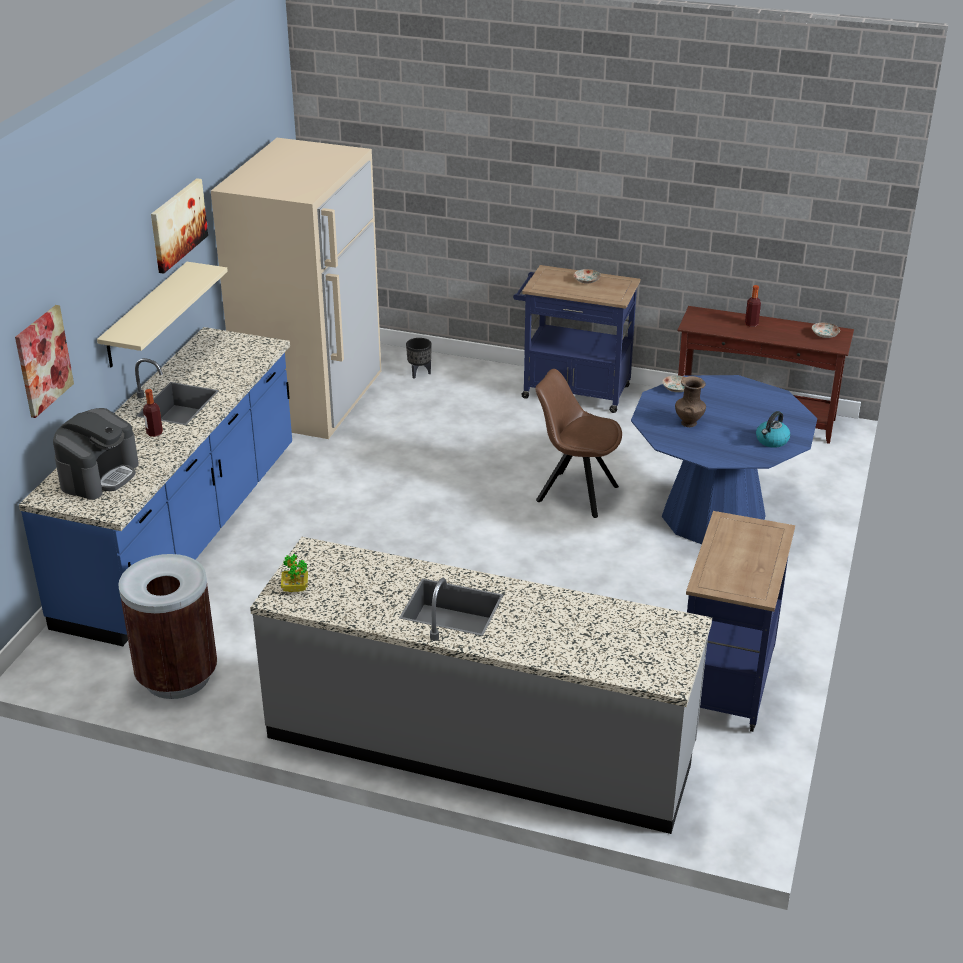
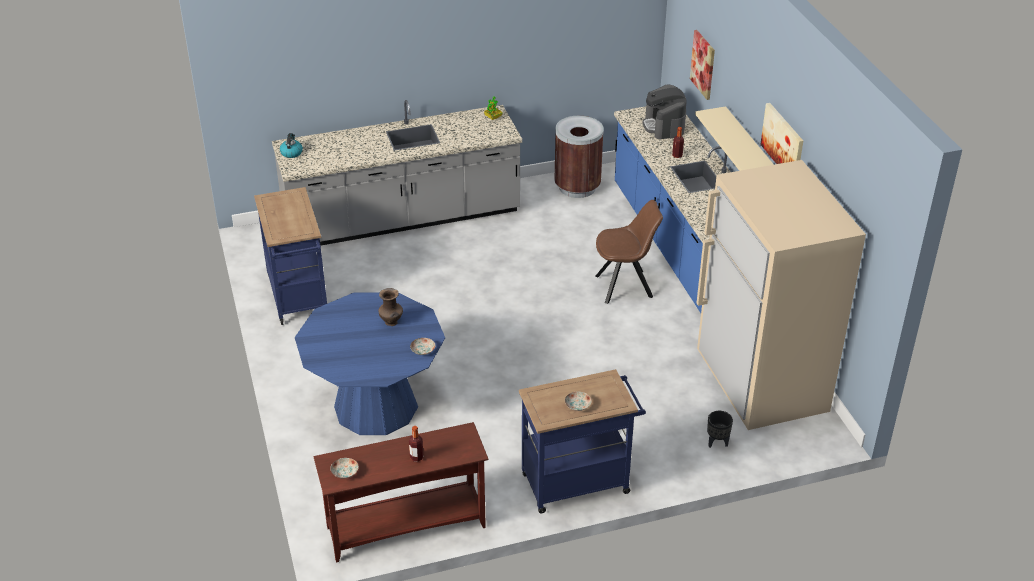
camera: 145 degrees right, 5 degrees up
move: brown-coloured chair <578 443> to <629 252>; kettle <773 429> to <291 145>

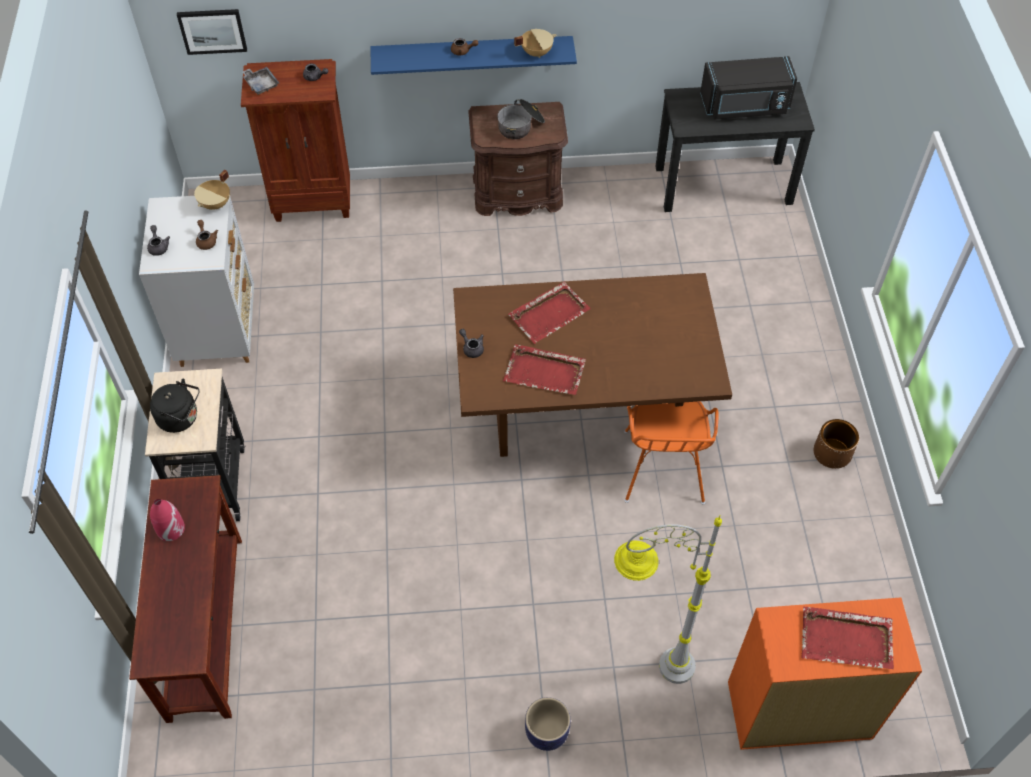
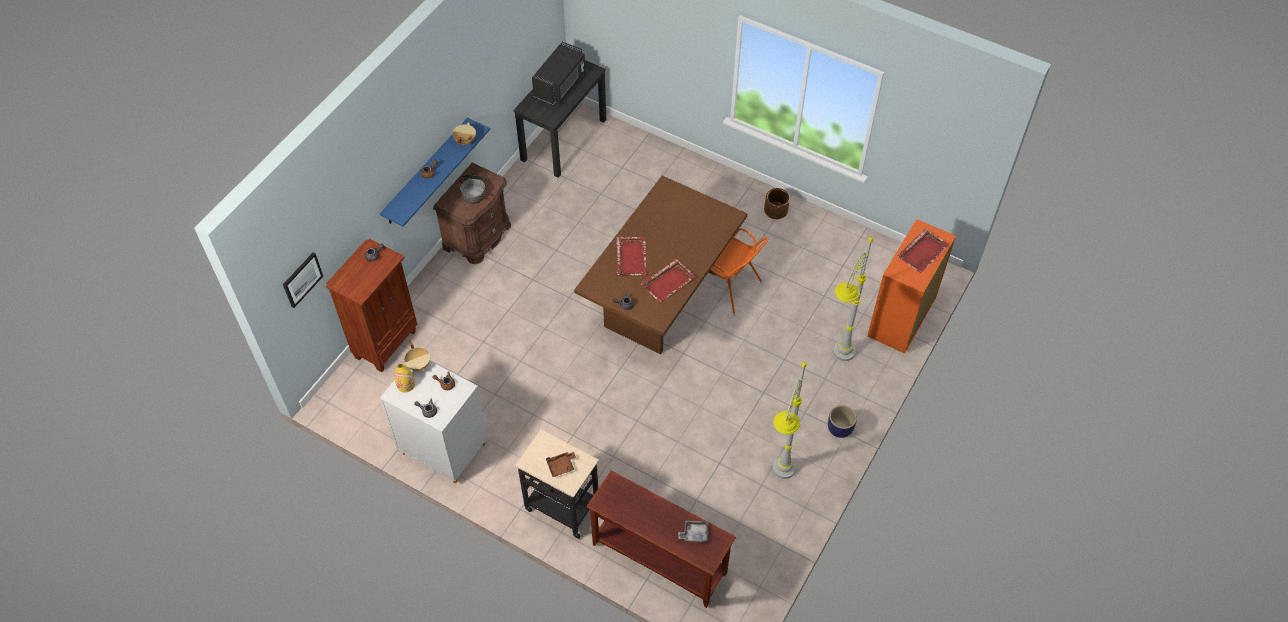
camera: 55 degrees left, 0 degrees up
delete: reddish decorative vase <167 520>
insert: yellow decorative vase <404 378>; gray standard lamp <790 420>
move: gray carrying tray <260 81> to <693 531>
replace: black kettle <175 406> to brown-coloured carrying tray <561 464>

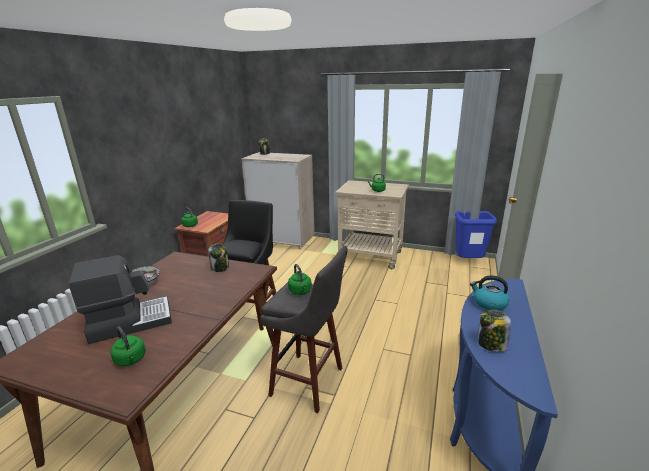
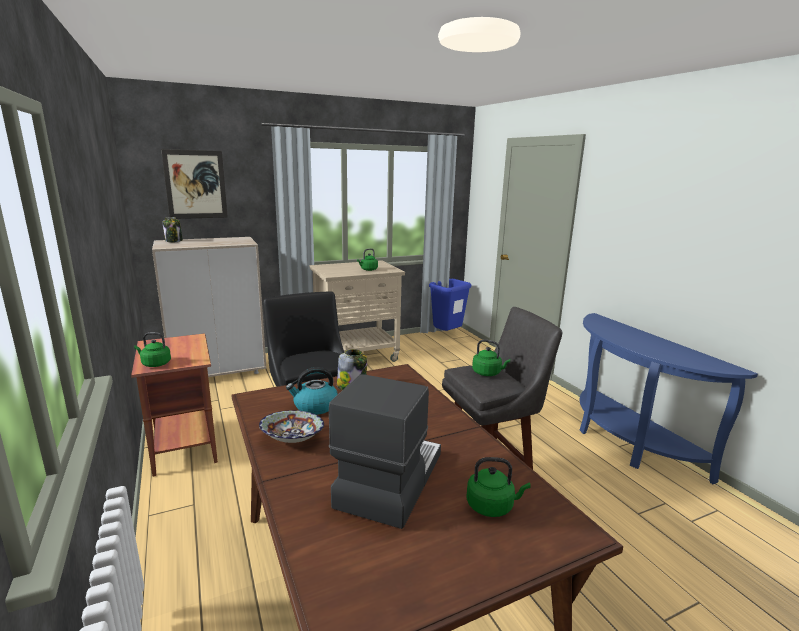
camera: 45 degrees left, 5 degrees down
delete: preserve jar <494 330>
insert: picture <194 184>
move: kettle <490 293> to <312 391>

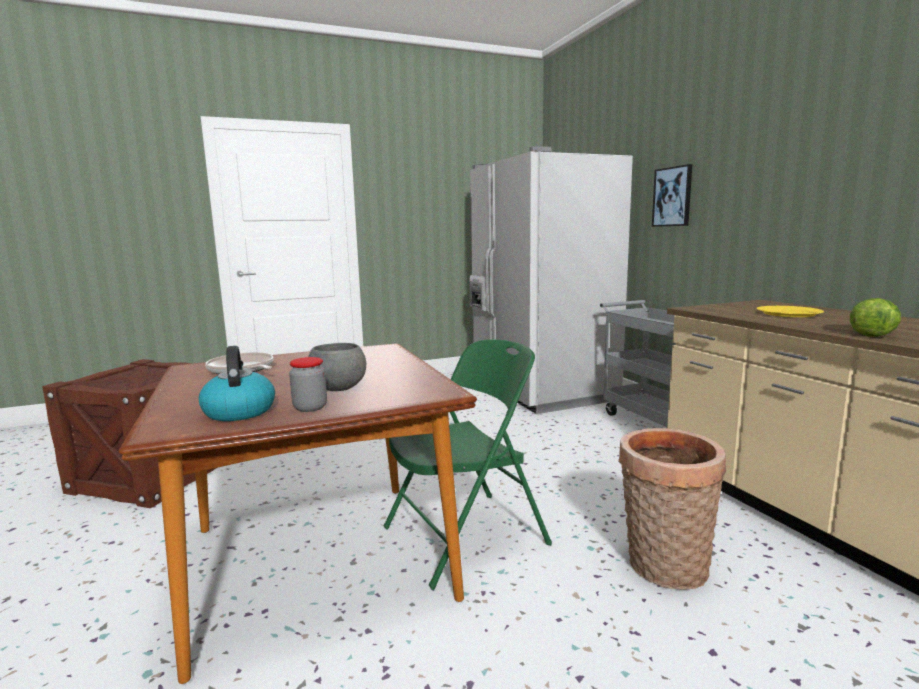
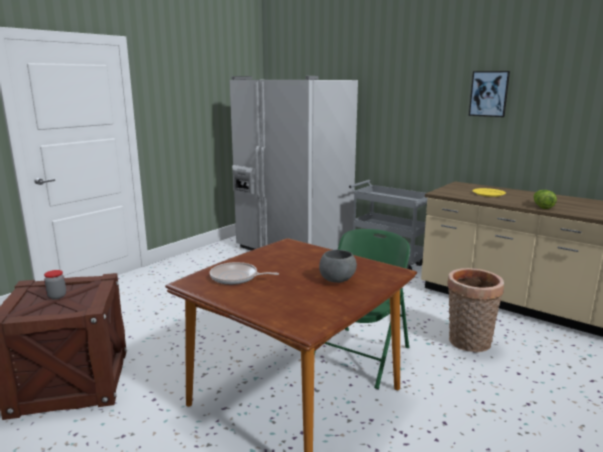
camera: 30 degrees left, 5 degrees up
delete: kettle <237 383>
move: preserve jar <308 384> to <55 284>; picture <672 195> to <489 94>

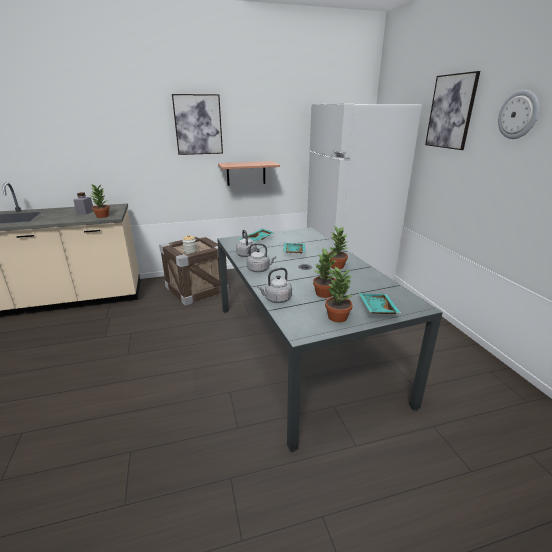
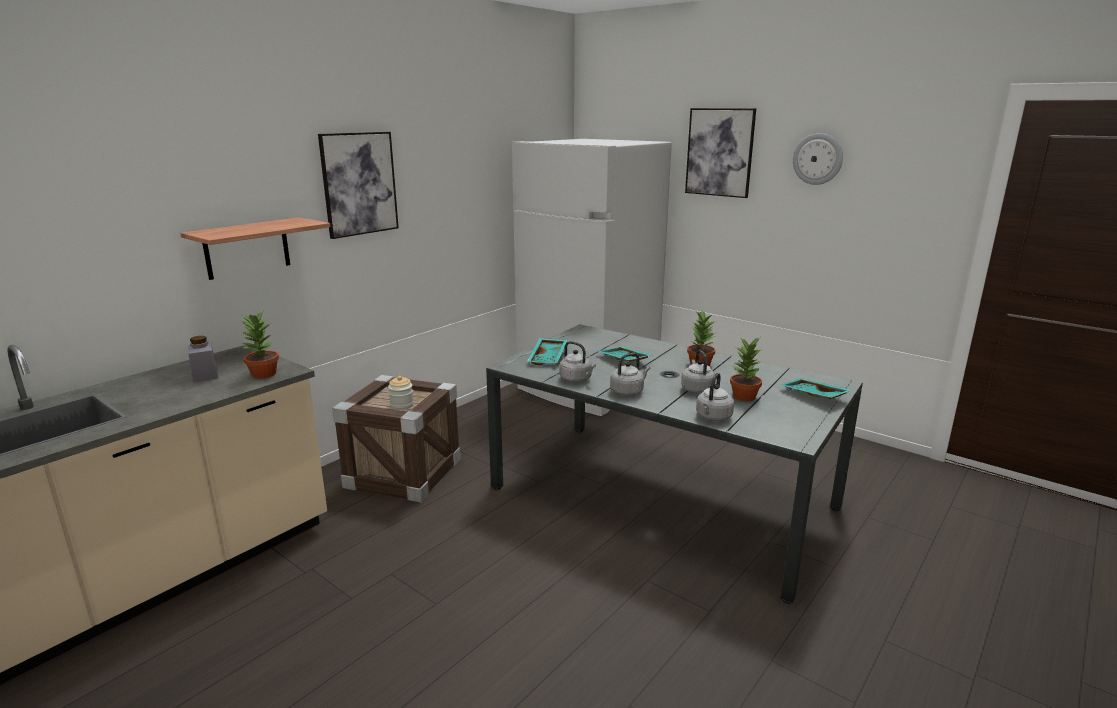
camera: 35 degrees left, 5 degrees down
delete: potted plant <339 294>
insert: gray kettle <698 372>
move: shelf <249 173> to <255 248>

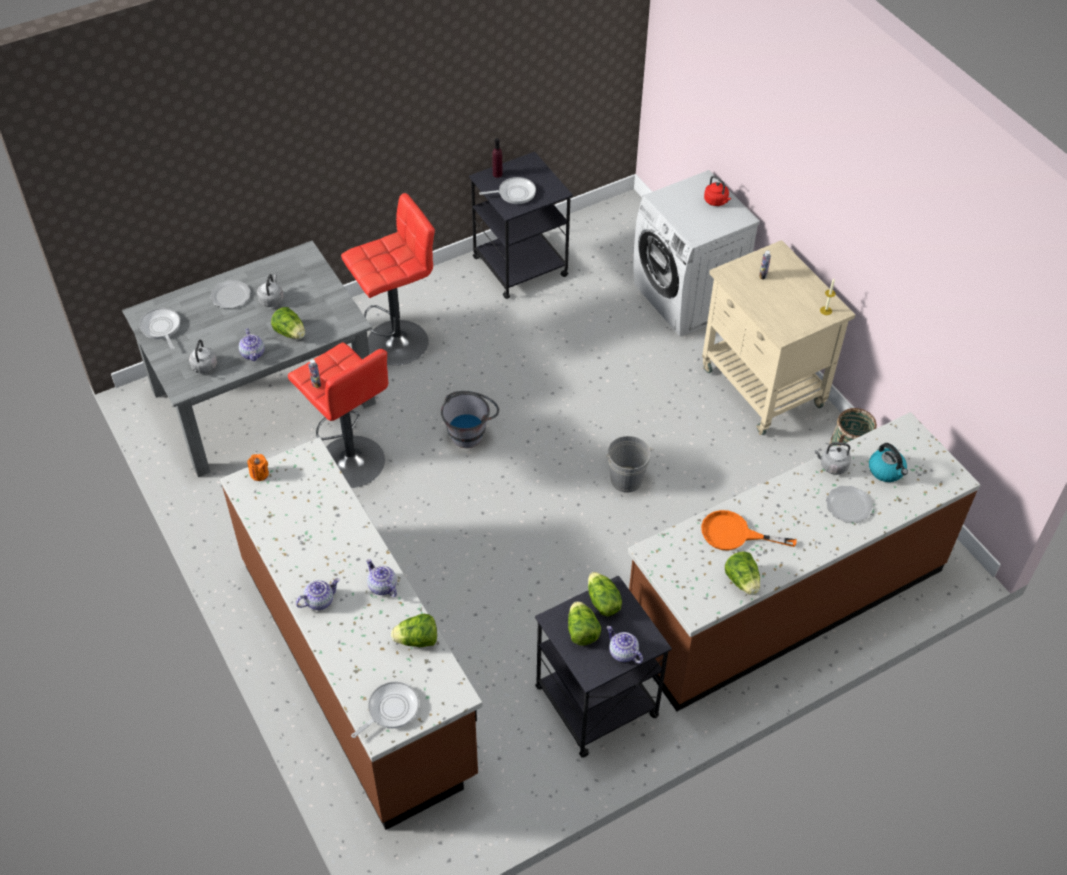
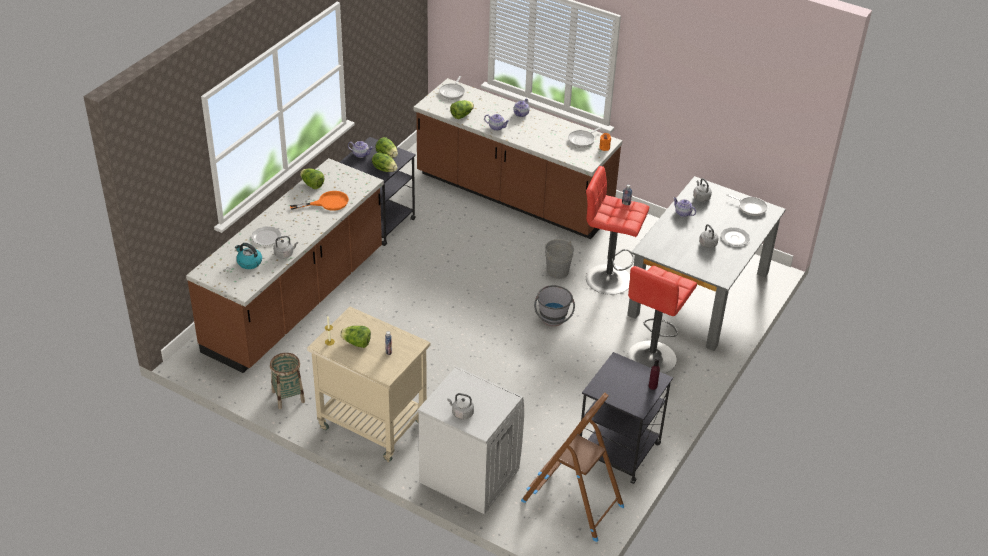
camera: 150 degrees right, 10 degrees down
insert: brown-coloured stepladder <572 467>
move: head of lettuce <288 323> to <355 337>; skillet <507 190> to <585 137>; gray water bucket <630 464> to <559 259>
recolor: reddish kettle <717 191> to gray kettle <460 406>

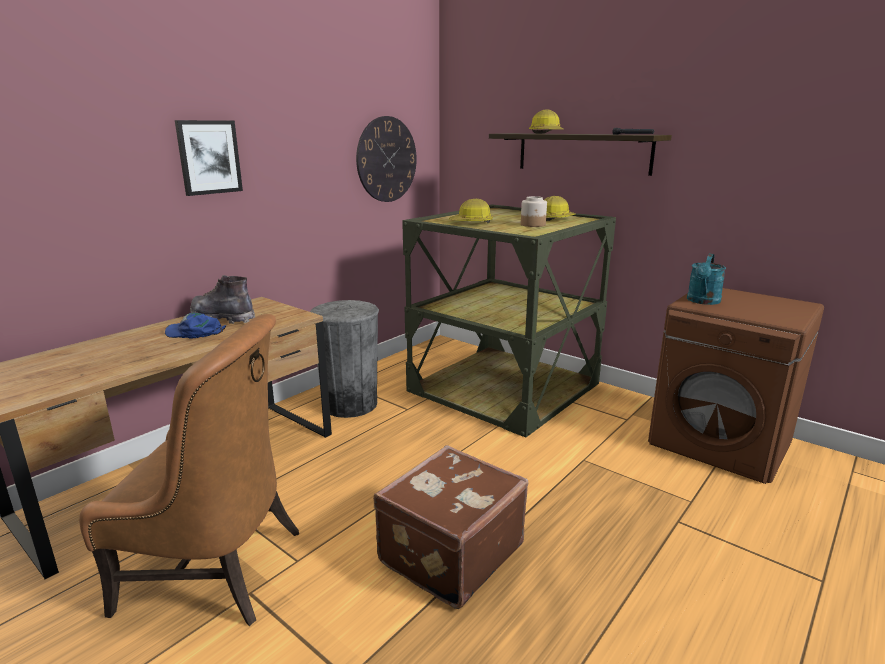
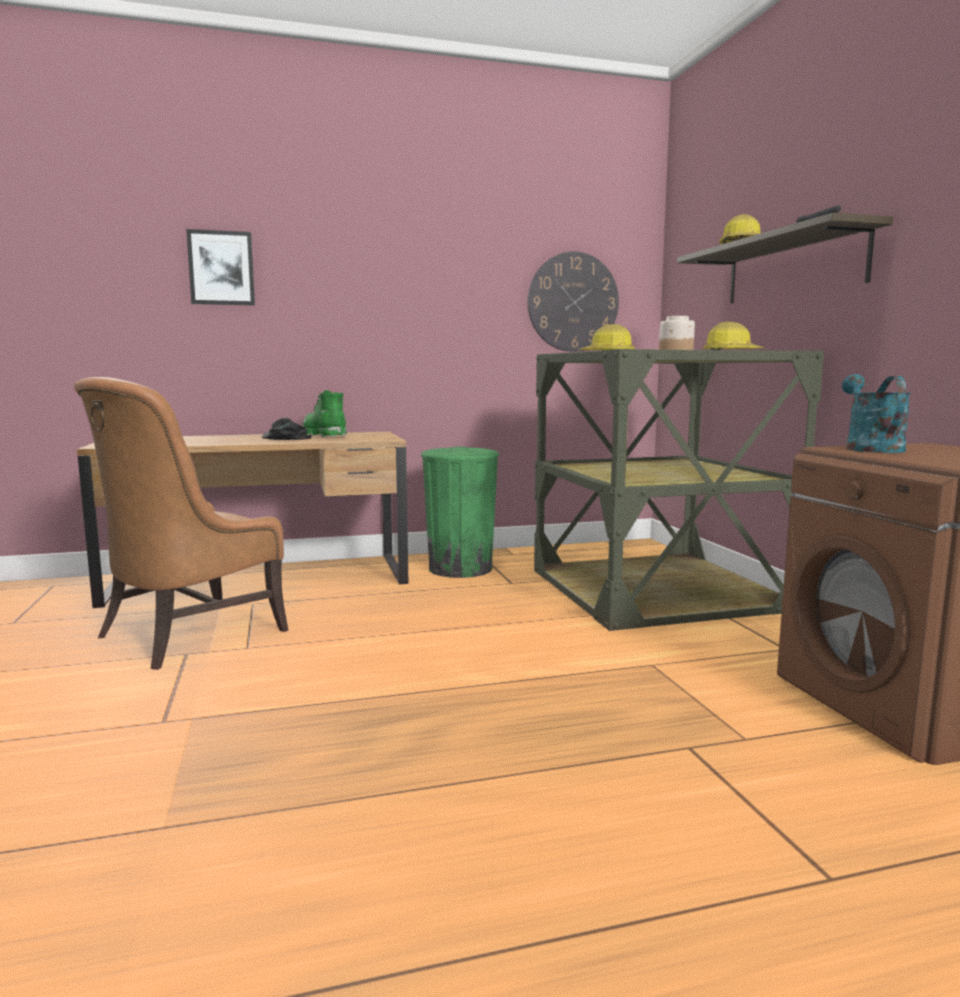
camera: 35 degrees right, 10 degrees down
delete: brown-coloured travel case <451 527>
move: picture <209 158> to <220 267>
recolor: blue-coloured baseball cap <195 326> to black baseball cap <286 429>; gray boot <222 299> to green-coloured boot <325 413>; gray trash can <344 359> to green-coloured trash can <460 512>
rotate: brown-coloured chair <189 470> = <181 523> 90 degrees clockwise; turquoise watering pot <706 279> = <876 413> 120 degrees clockwise

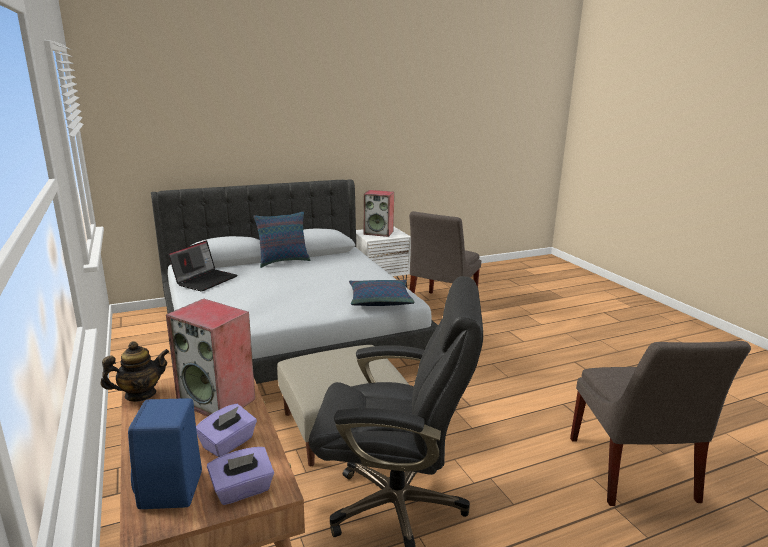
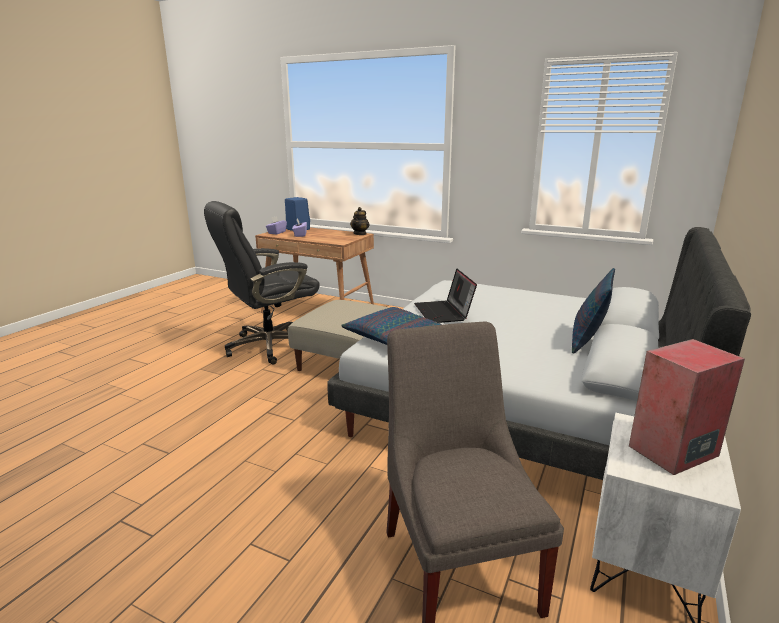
camera: 140 degrees right, 0 degrees up
delete: loudspeaker <210 358>; gray chair <660 423>
move: laptop <203 266> to <445 296>

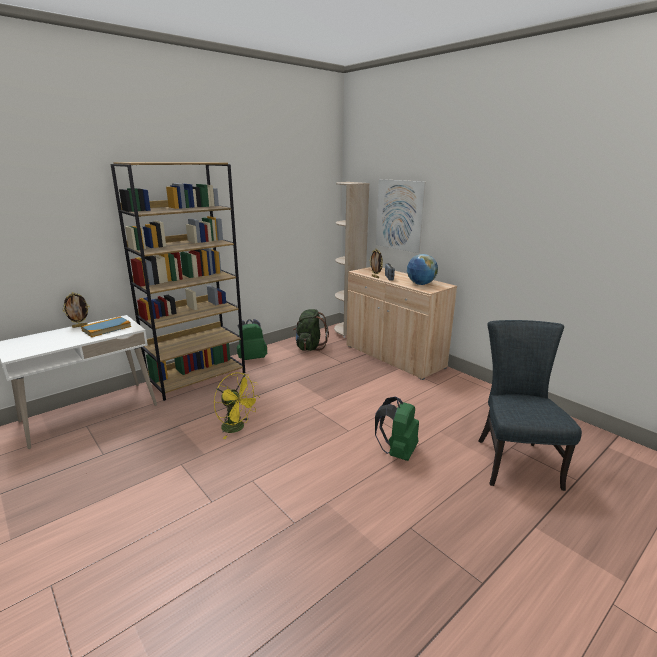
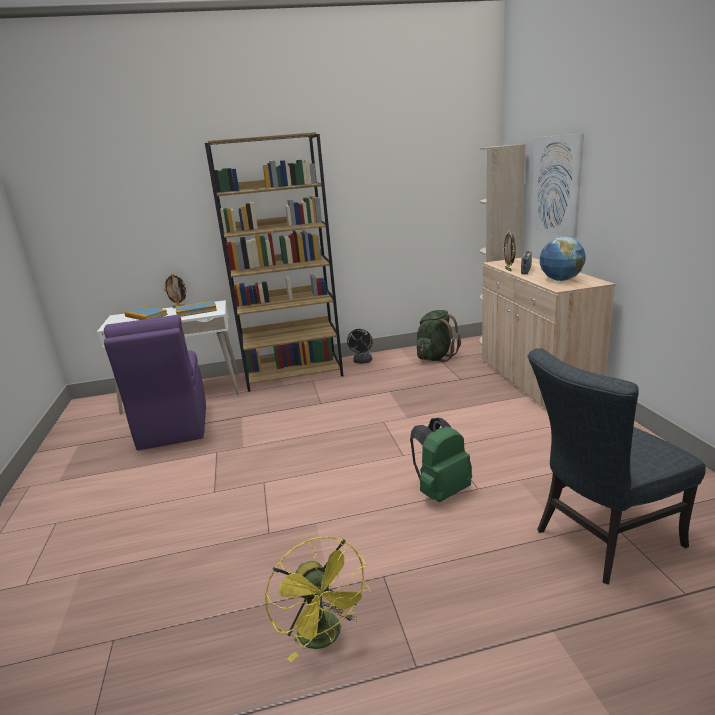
camera: 30 degrees right, 0 degrees up
insert: purple chair <155 382>; book <146 313>
move: yellow fan <236 405> to <318 599>
replace: green-coloured knapsack <252 339> to black fan <359 346>
rotate: gray chair <530 405> = <617 466> 150 degrees counterclockwise

